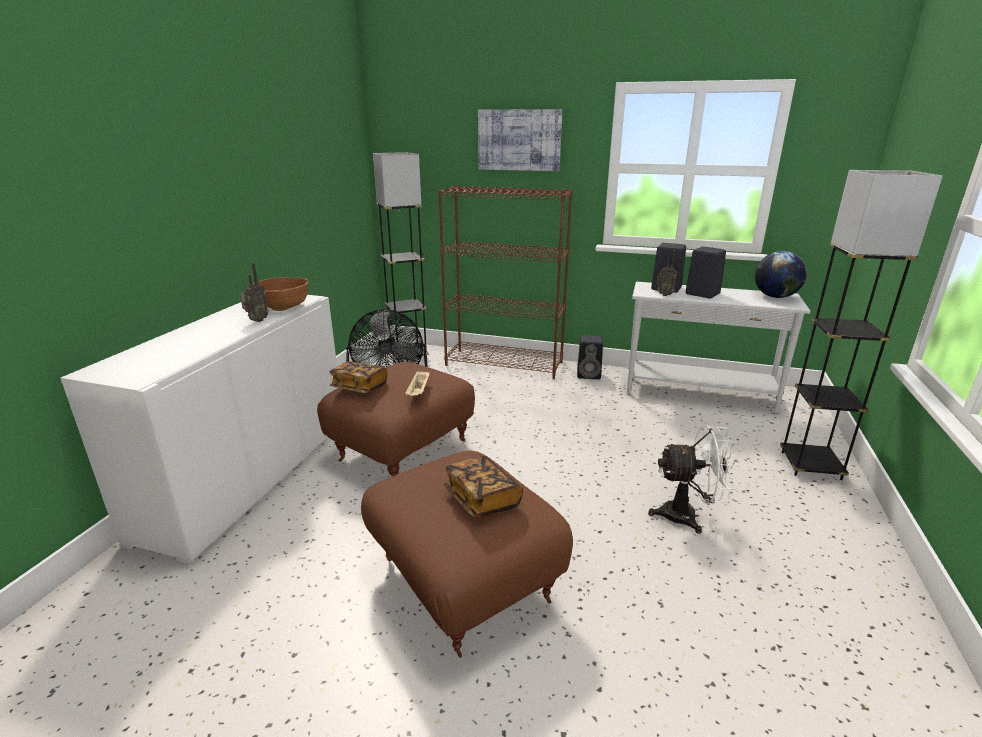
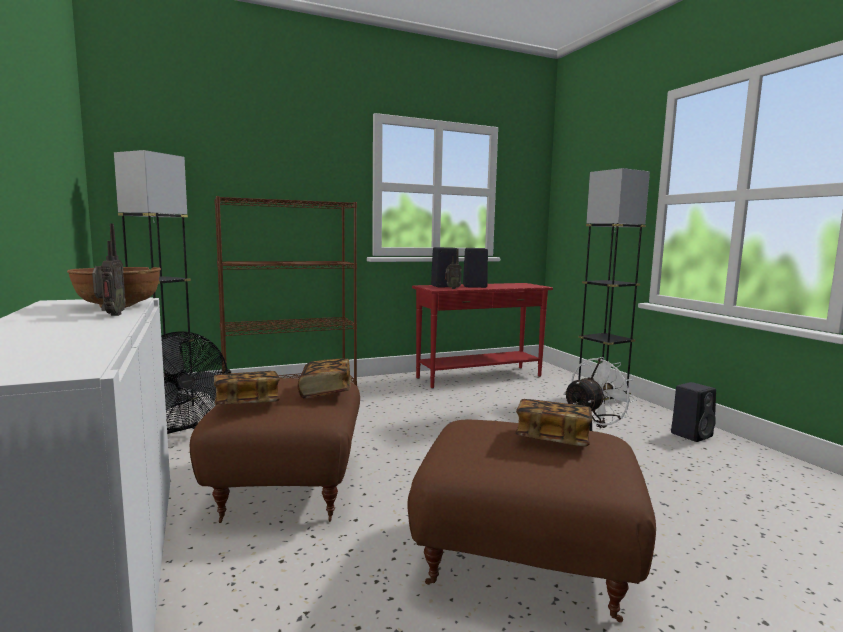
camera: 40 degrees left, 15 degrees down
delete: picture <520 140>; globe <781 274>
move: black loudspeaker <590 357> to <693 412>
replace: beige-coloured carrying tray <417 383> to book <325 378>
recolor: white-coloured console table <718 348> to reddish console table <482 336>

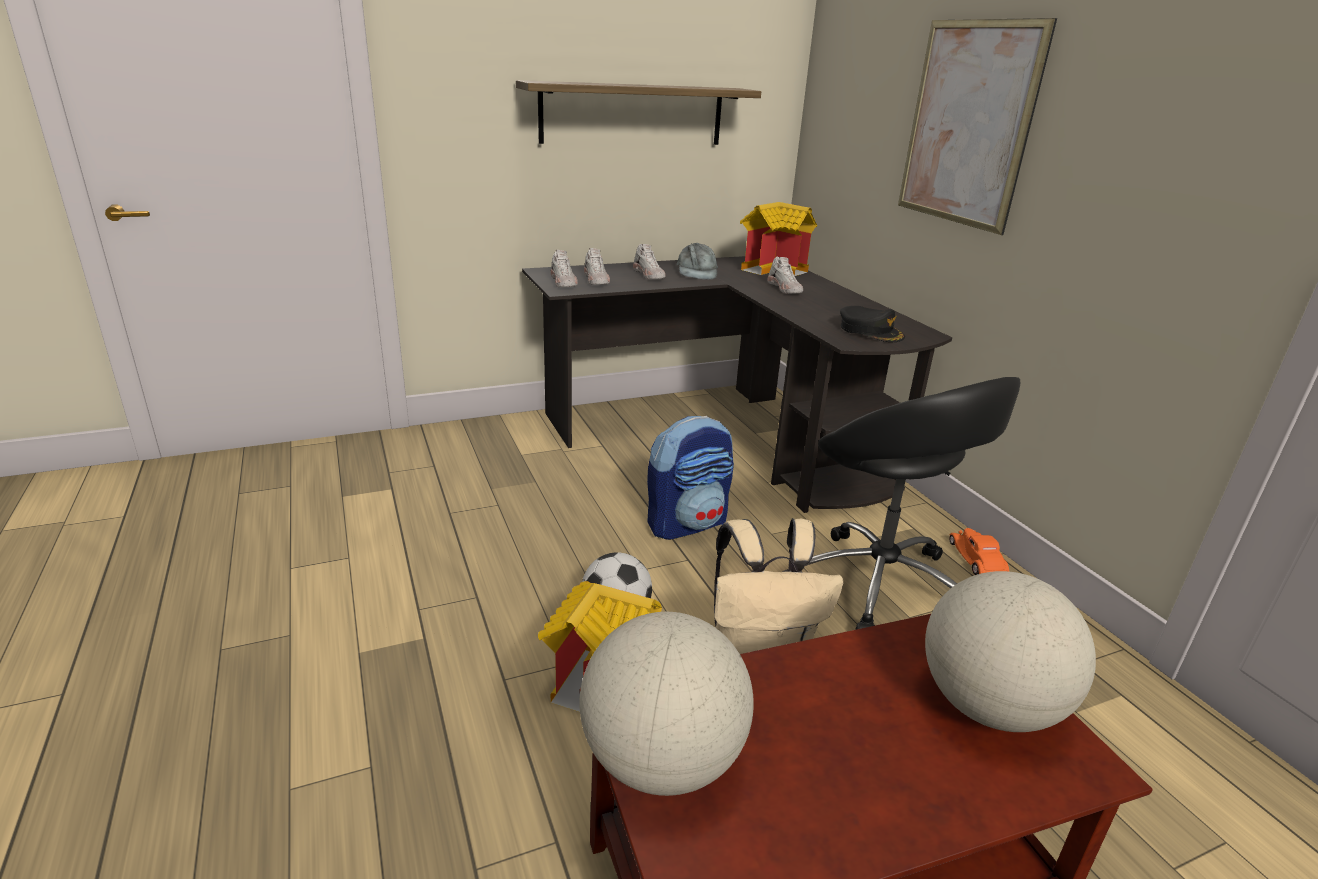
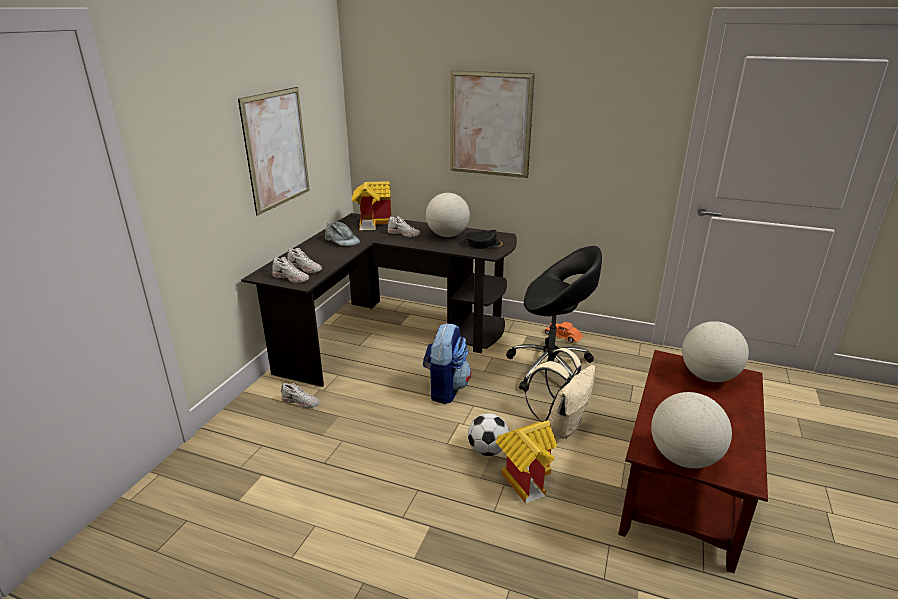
camera: 45 degrees left, 0 degrees up
insert: globe <448 215>
move: white-coloured shoe <649 261> to <300 395>
replace: shelf <638 112> to picture <274 151>

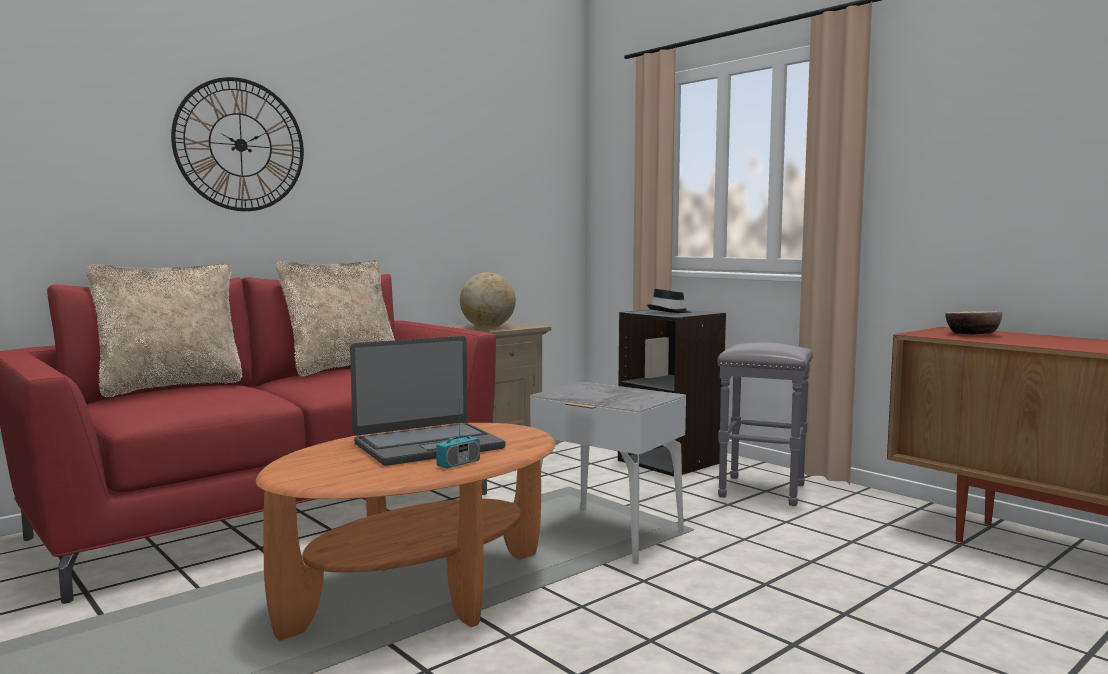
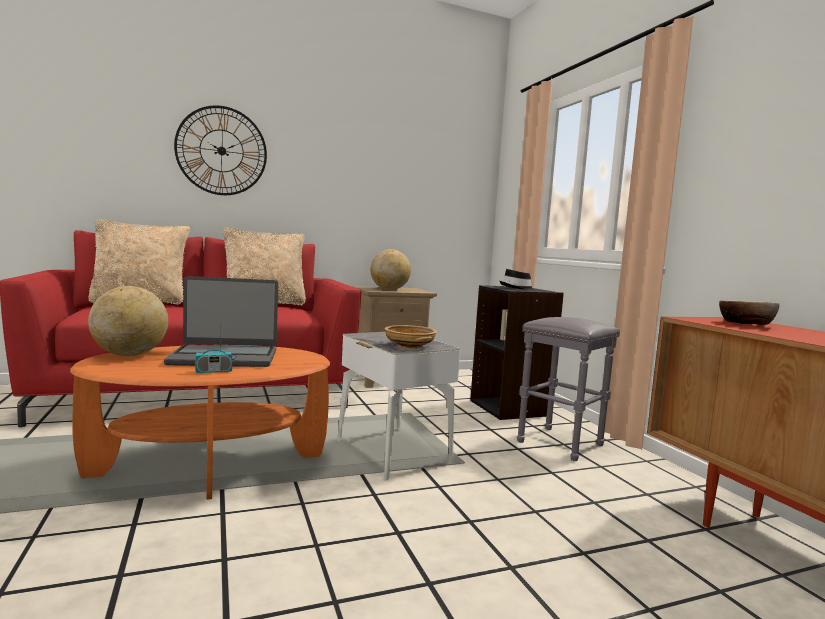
camera: 20 degrees right, 0 degrees up
insert: globe <128 321>; beige-coloured serving bowl <411 337>

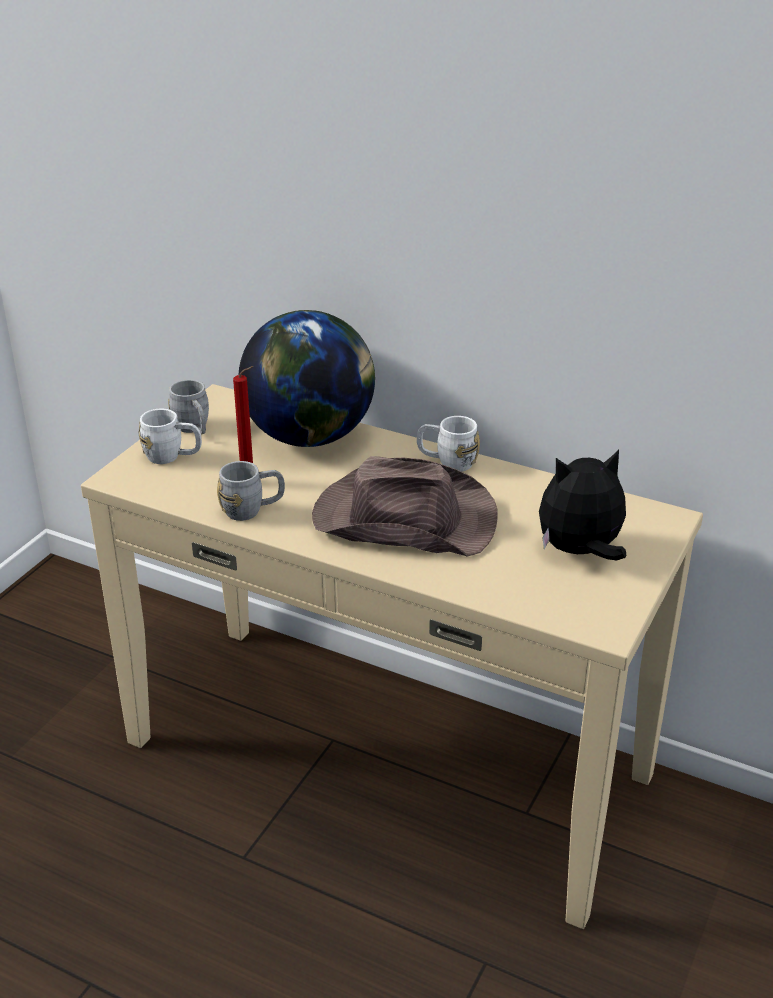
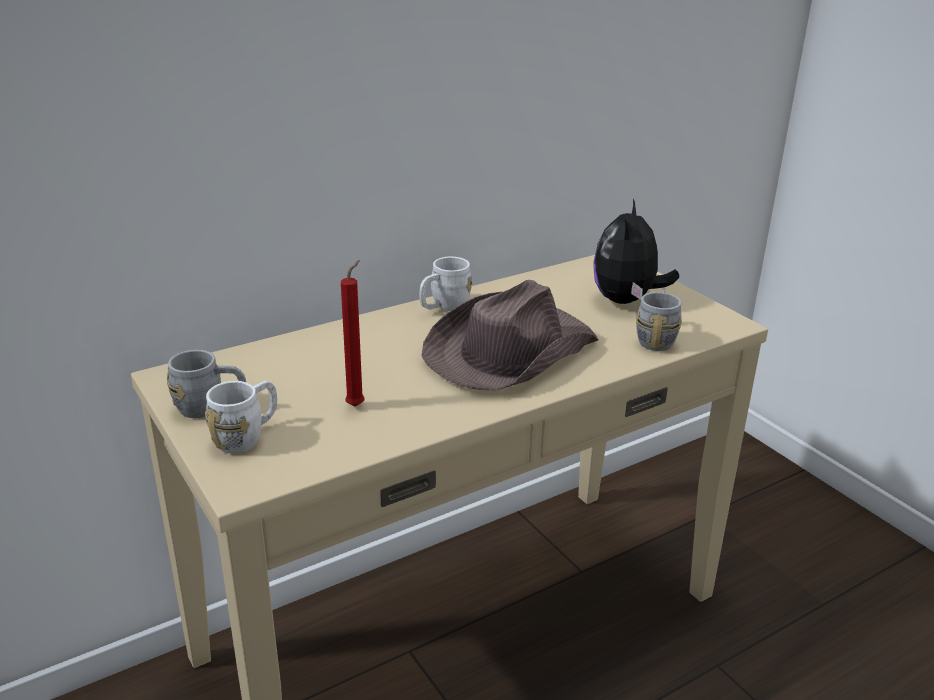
camera: 60 degrees left, 5 degrees down
delete: globe <307 378>
move: gray mug <251 491> to <659 320>

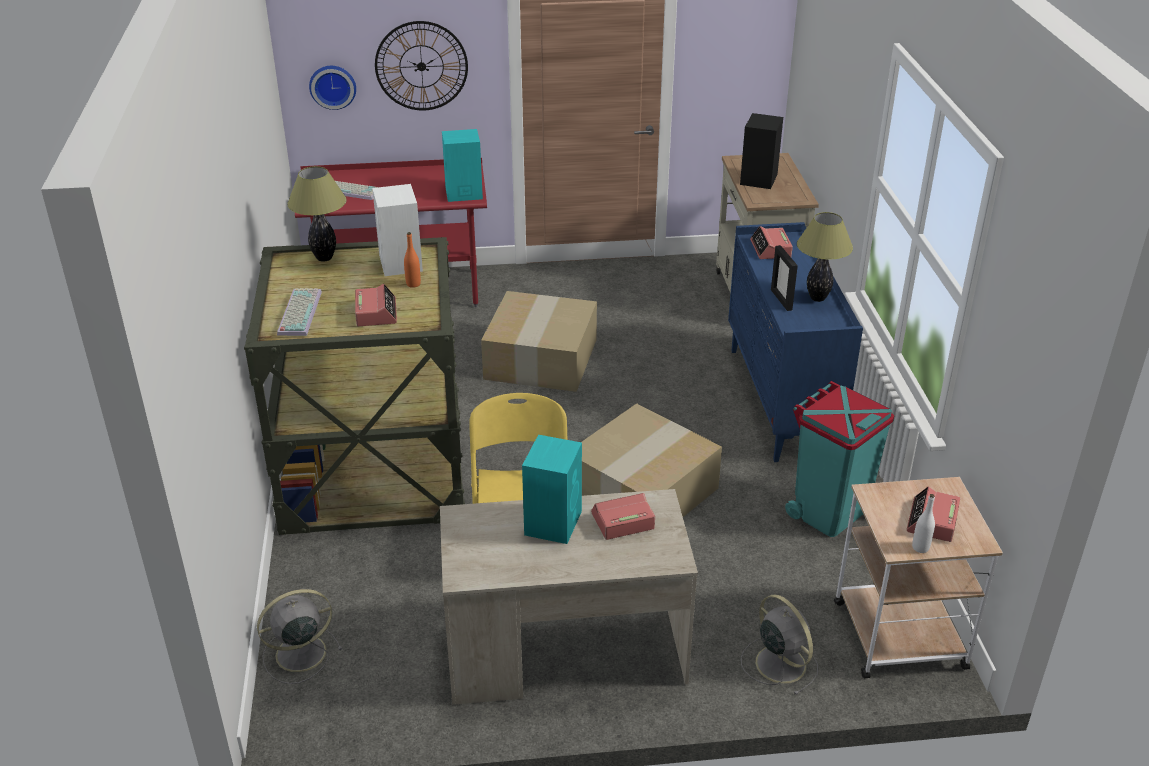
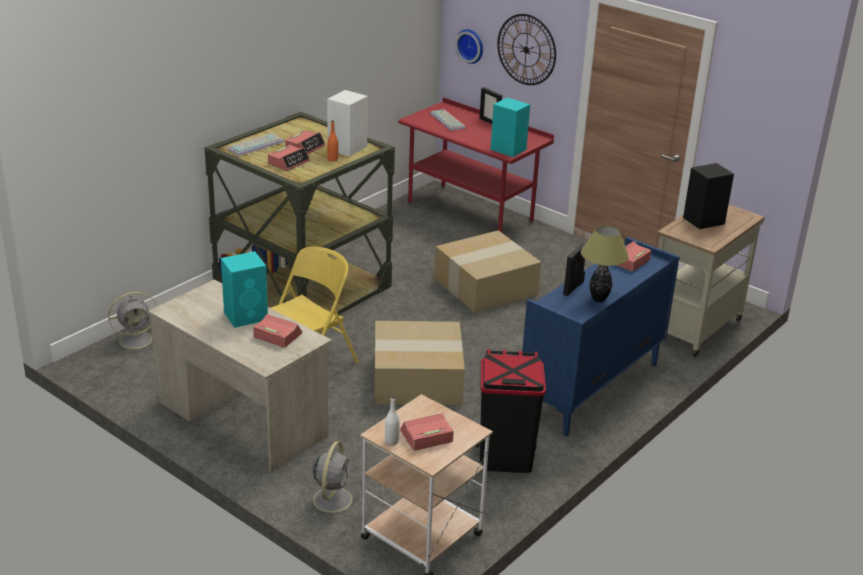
camera: 45 degrees right, 5 degrees down
delete: lamp for a table <317 214>
insert: table clock <305 142>; picture frame <490 105>
recolor: turquoise trash can <839 459> to black trash can <510 411>
rotate: gray fan <299 636> = <132 322> 135 degrees clockwise

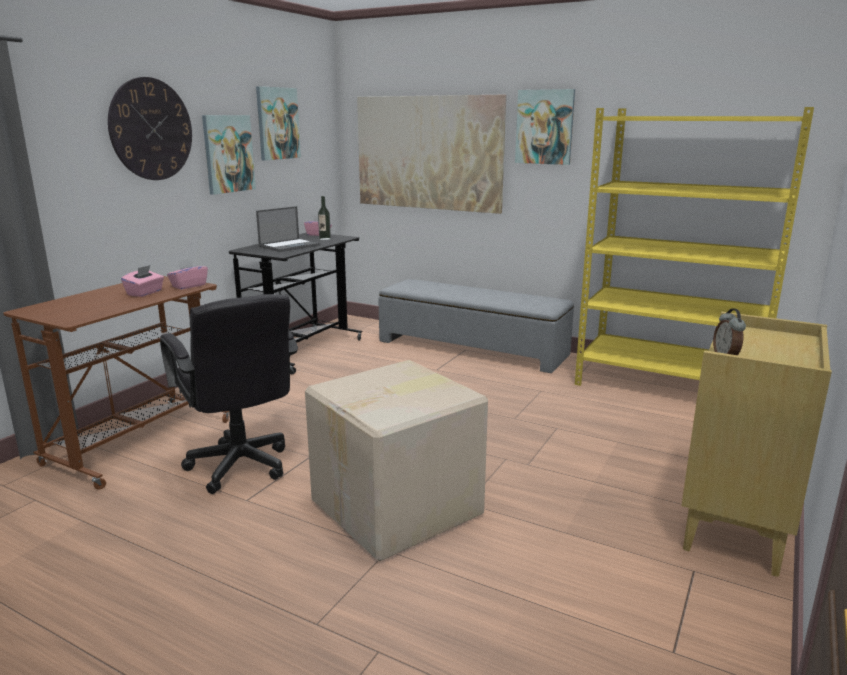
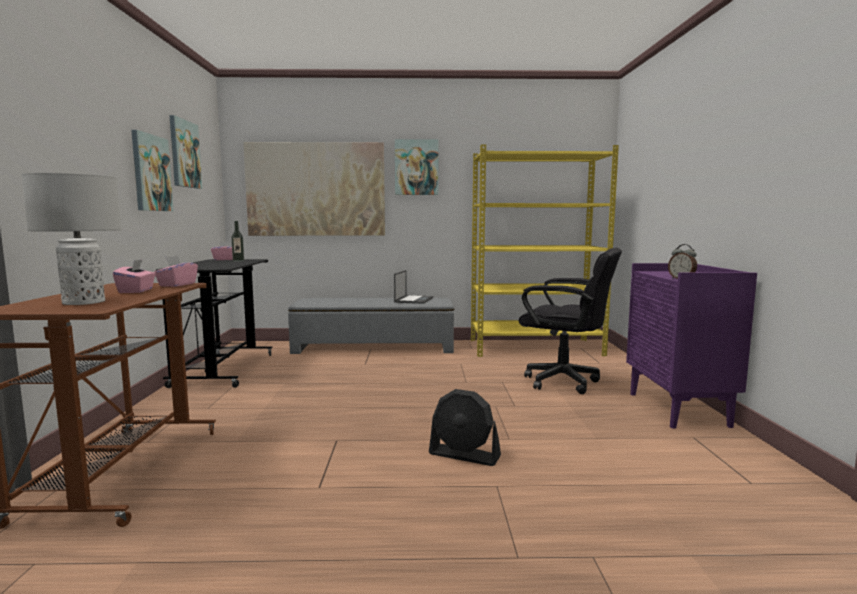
camera: 30 degrees left, 10 degrees down
delete: hanging clock <150 128>
insert: white-coloured lamp for a table <72 239>
move: black desk chair <229 394> to <570 321>; laptop <288 229> to <413 287>
replace: carton <396 460> to black fan <465 427>
recolor: beige-coloured storage cabinet <756 444> to purple storage cabinet <691 345>

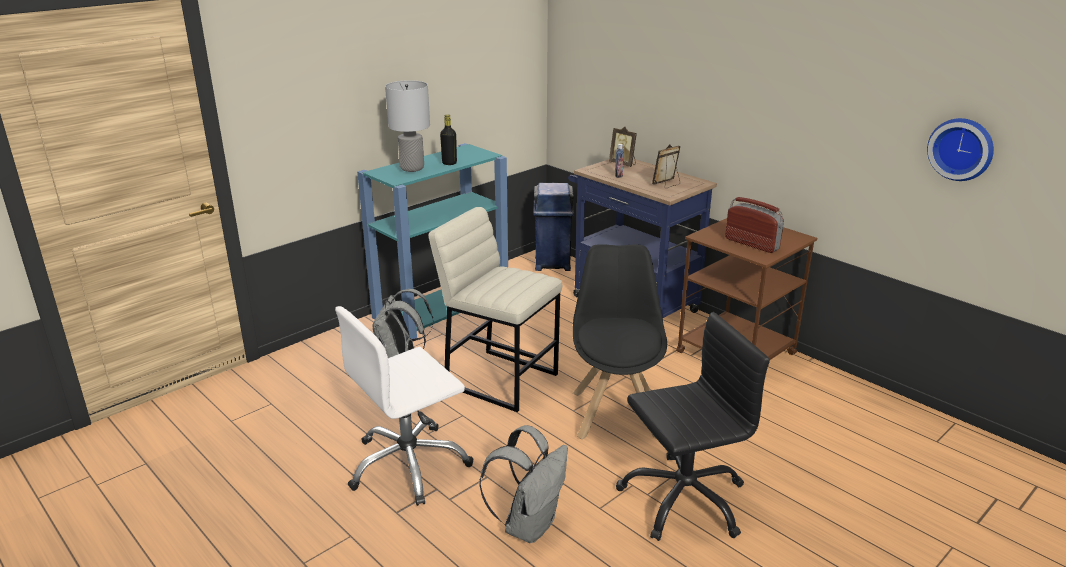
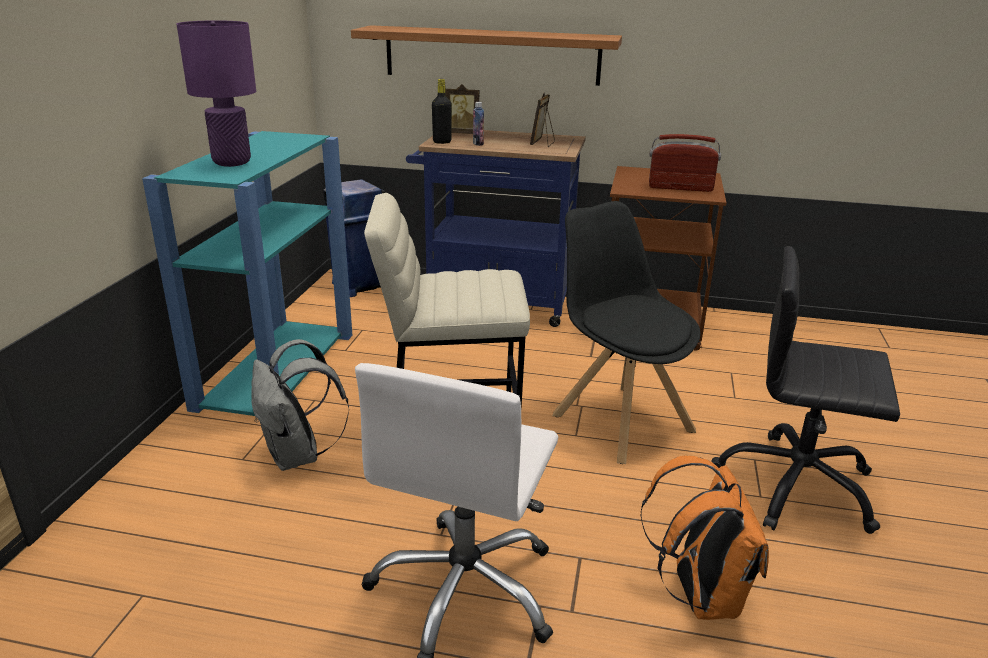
camera: 35 degrees left, 0 degrees up
delete: hanging clock <960 149>
insert: shelf <486 55>
move: black drink bottle <448 139> to <442 111>
recolor: gray lamp for a table <407 126> to purple lamp for a table <216 93>; gray knapsack <523 484> to orange-coloured knapsack <704 538>
rotate: black desk chair <693 426> = <805 390> 105 degrees counterclockwise

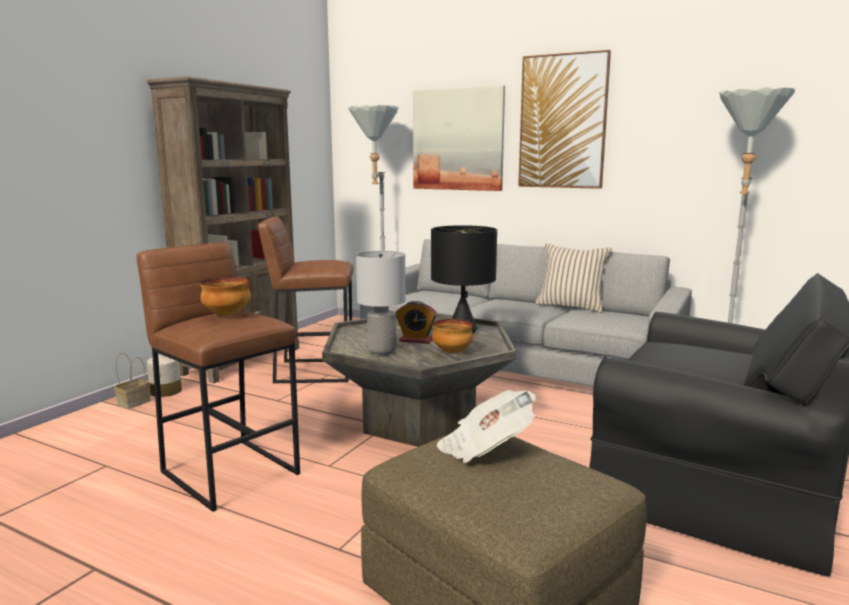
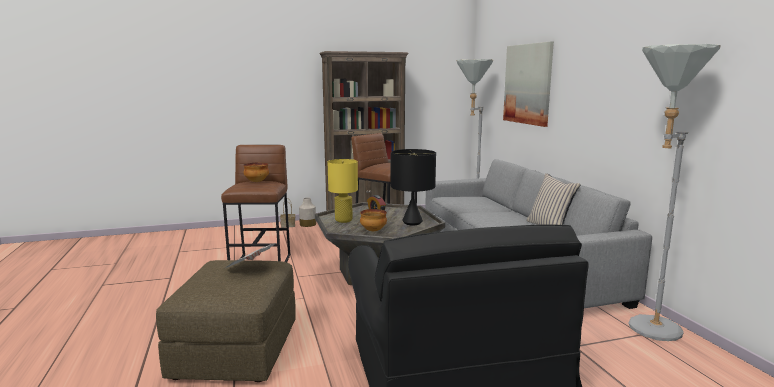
camera: 45 degrees right, 0 degrees up
delete: picture <564 119>
recolor: gray lamp for a table <380 302> to yellow lamp for a table <343 191>

